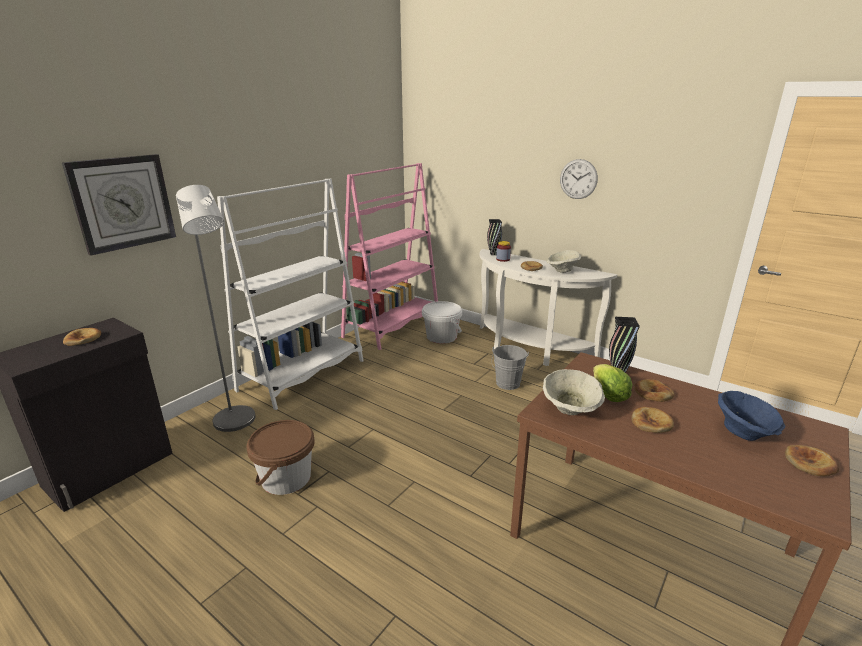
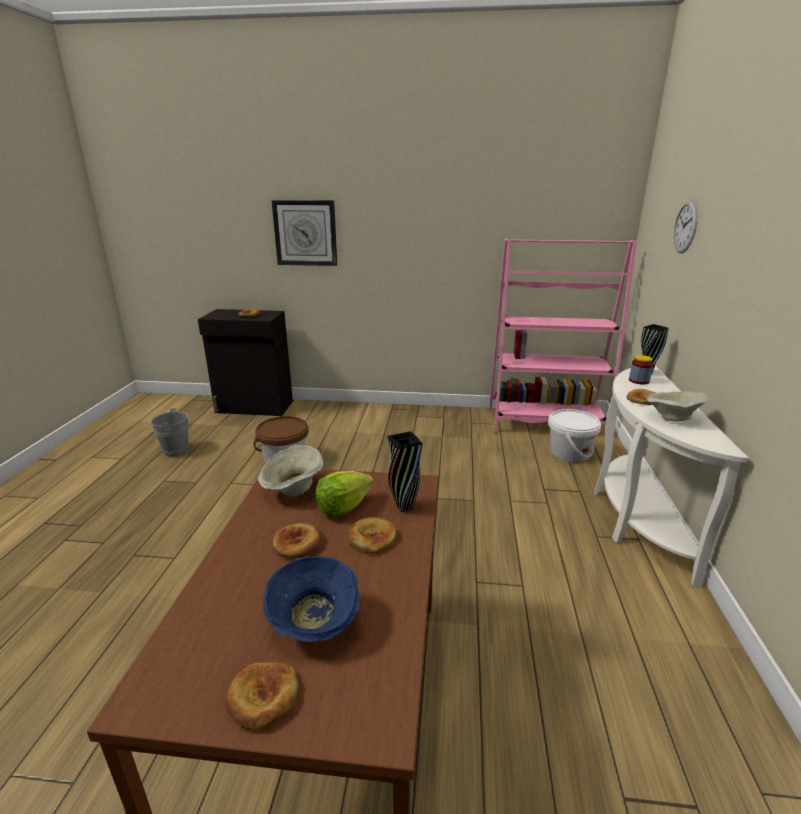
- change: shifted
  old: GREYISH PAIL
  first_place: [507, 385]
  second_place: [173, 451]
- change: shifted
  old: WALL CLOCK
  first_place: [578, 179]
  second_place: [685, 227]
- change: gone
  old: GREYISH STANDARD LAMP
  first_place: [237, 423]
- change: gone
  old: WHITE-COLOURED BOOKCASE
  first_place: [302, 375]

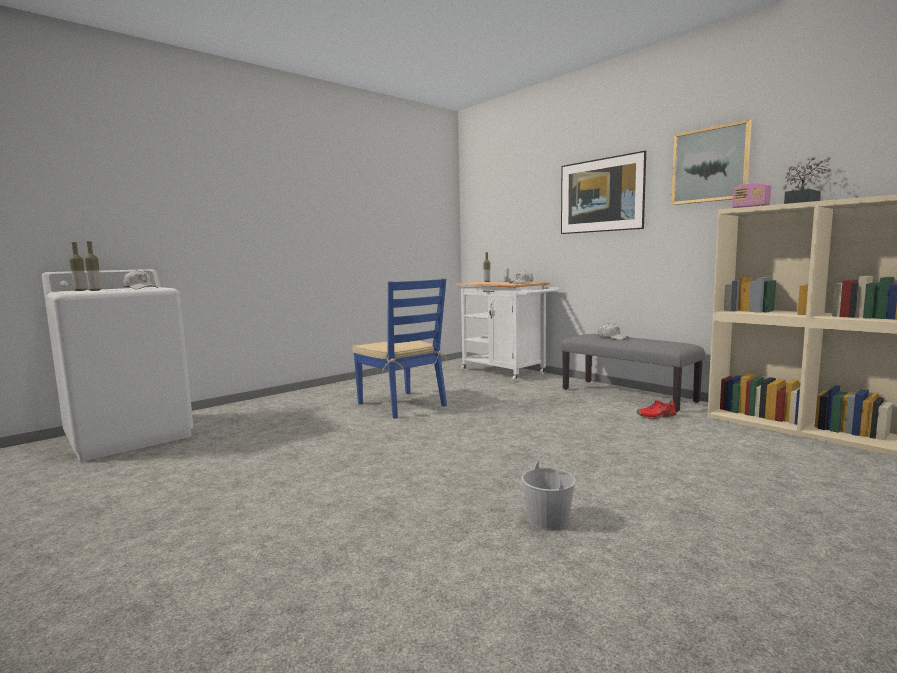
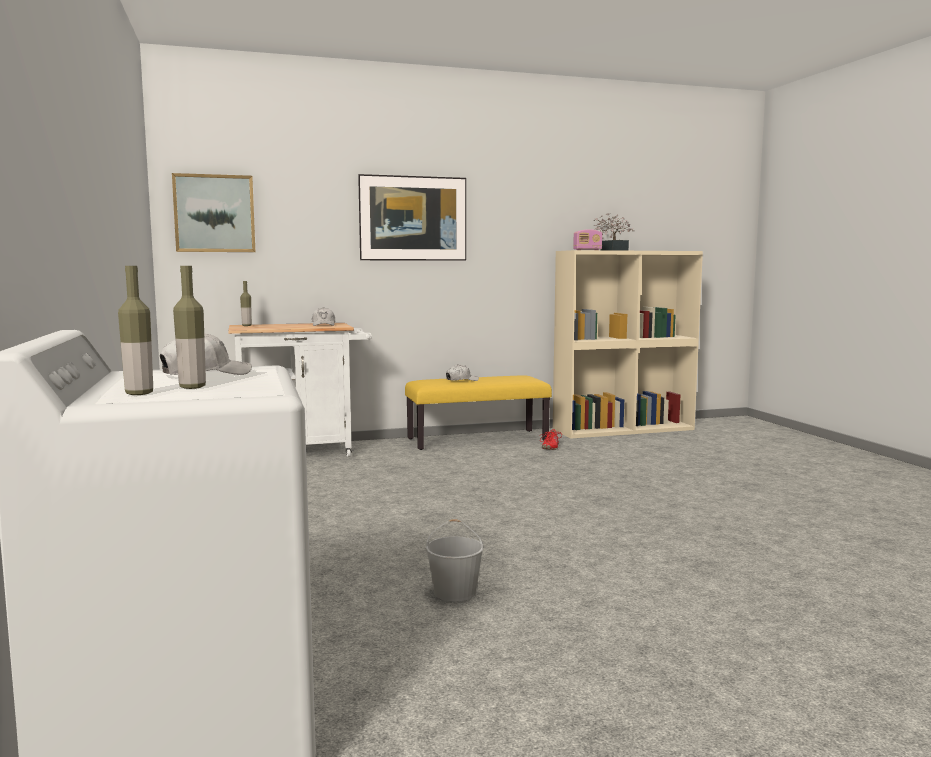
- change: shifted
  old: WALL PICTURE
  first_place: [710, 165]
  second_place: [214, 213]
- change: repainted
  old: GREYISH INDOOR BENCH
  new: YELLOW INDOOR BENCH
  first_place: [628, 395]
  second_place: [477, 439]
- change: shifted
  old: WHITE-COLOURED PAIL
  first_place: [548, 520]
  second_place: [455, 591]
- change: gone
  old: BLUE-COLOURED UPRIGHT CHAIR
  first_place: [402, 404]

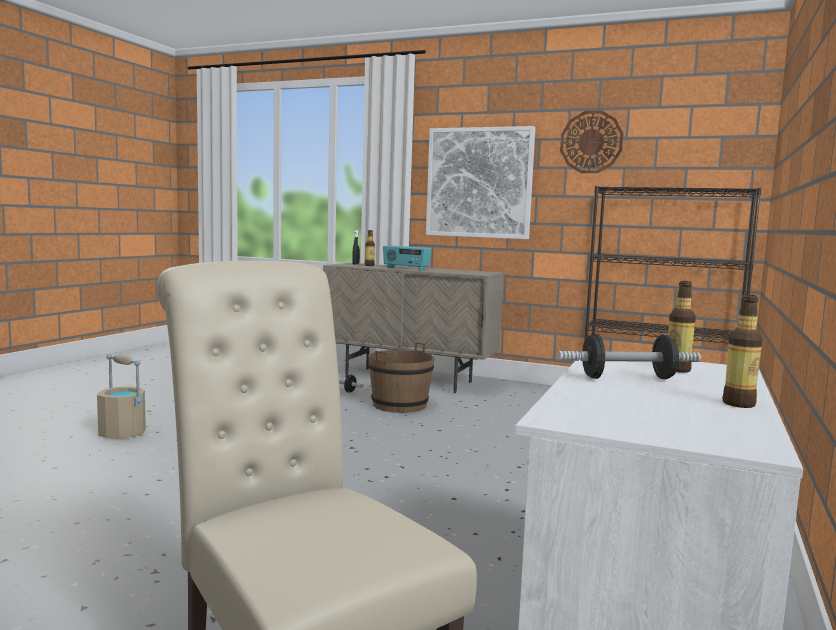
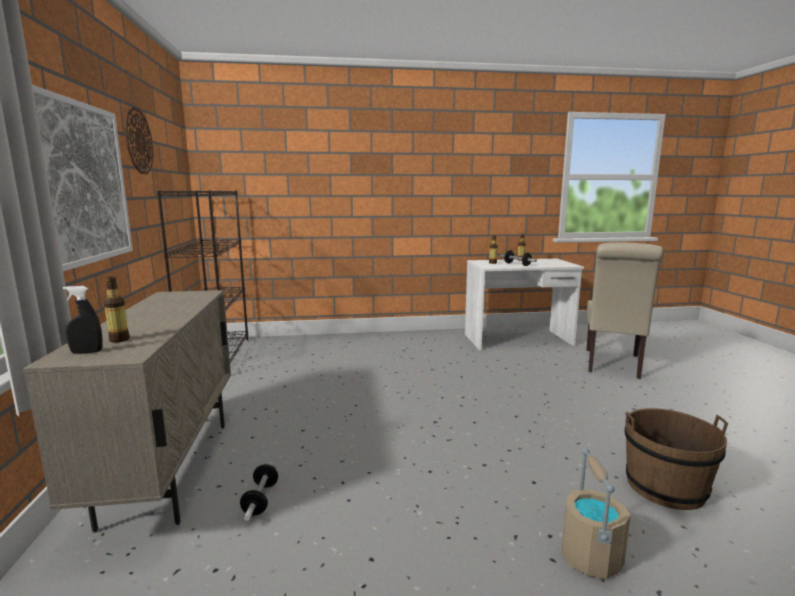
- change: shifted
  old: BROWN PAIL
  first_place: [399, 405]
  second_place: [665, 487]
- change: gone
  old: RADIO RECEIVER
  first_place: [405, 269]

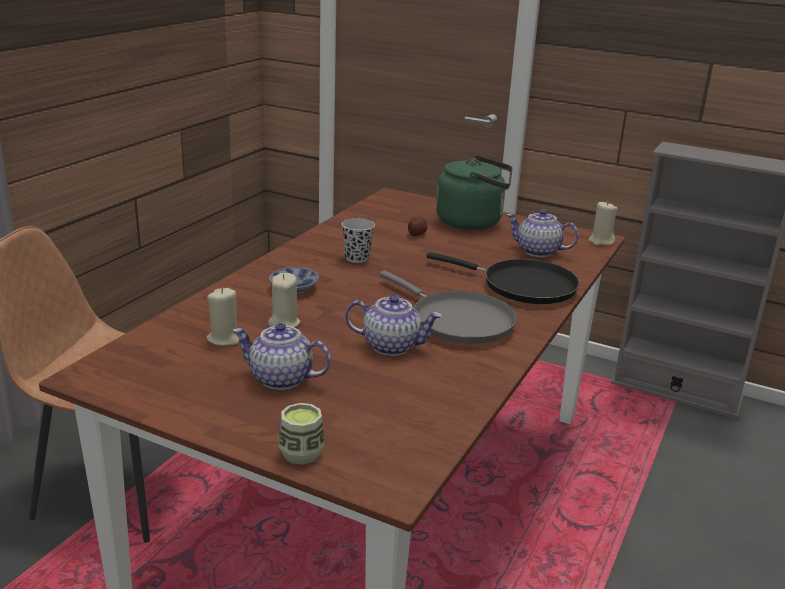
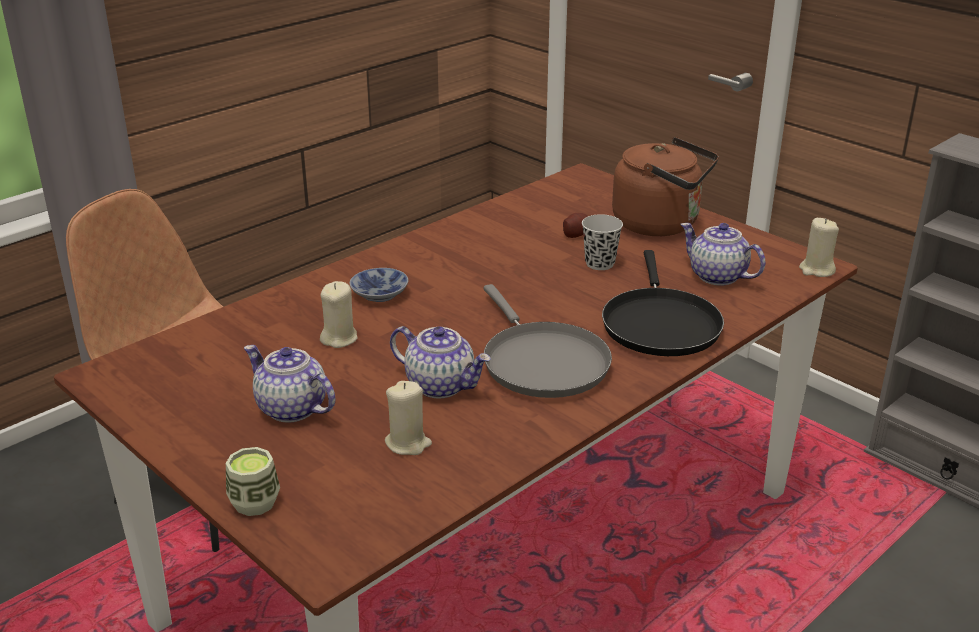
- change: shifted
  old: BEIGE WAX CANDLE
  first_place: [225, 339]
  second_place: [408, 443]
- change: shifted
  old: BLACKISH CUP
  first_place: [357, 258]
  second_place: [599, 263]
- change: rotated
  old: BLACKISH SKILLET
  first_place: [522, 286]
  second_place: [659, 324]
  degrees: 45
- change: repainted
  old: GREEN TEA KETTLE
  new: BROWN TEA KETTLE
  first_place: [473, 222]
  second_place: [661, 224]

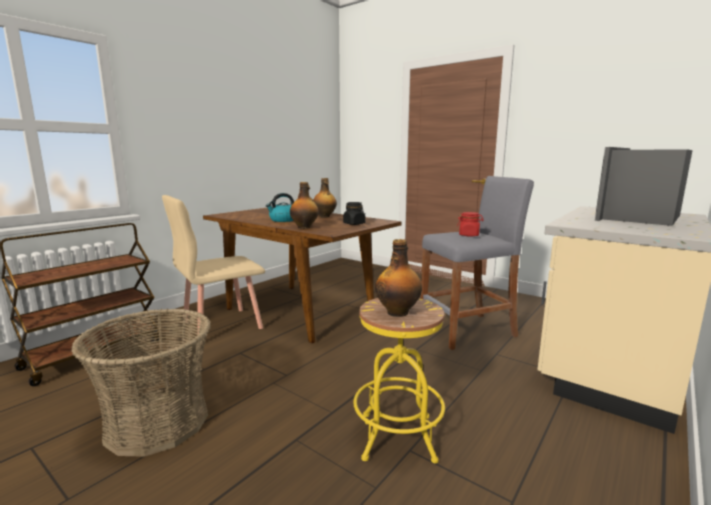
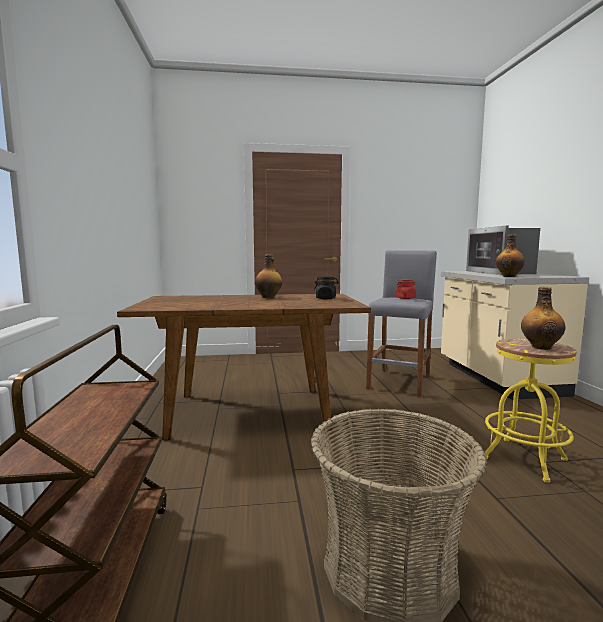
- change: shifted
  old: BEVERAGE BOTTLE
  first_place: [304, 227]
  second_place: [509, 276]
- change: gone
  old: BEIGE UPRIGHT CHAIR
  first_place: [221, 325]
- change: gone
  old: TEA KETTLE
  first_place: [283, 220]

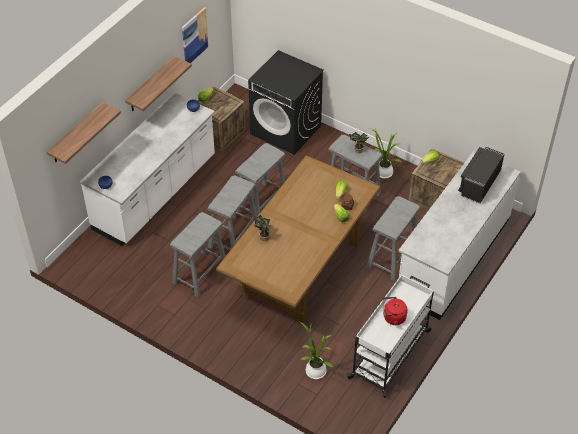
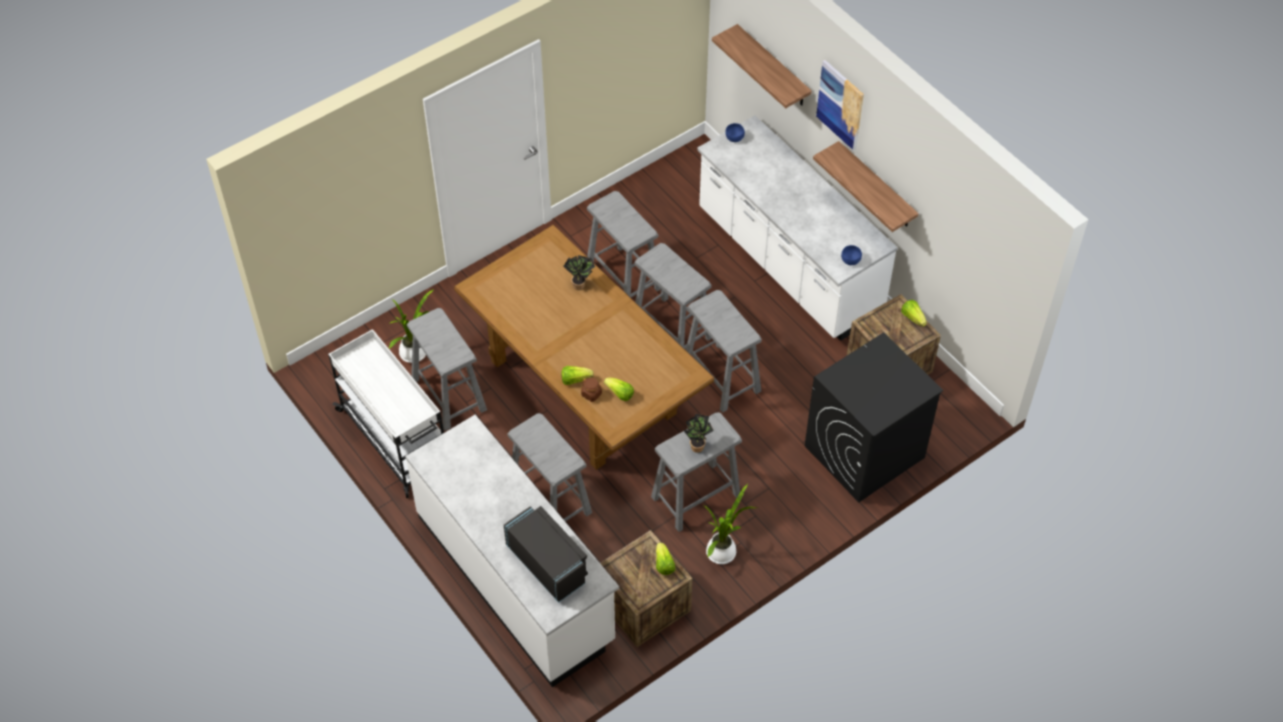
- change: new
  new: GREYISH SITTING STOOL
  second_place: [448, 394]
- change: shifted
  old: WALL PICTURE
  first_place: [194, 36]
  second_place: [840, 104]
- change: gone
  old: RED-COLOURED TEA KETTLE
  first_place: [393, 318]

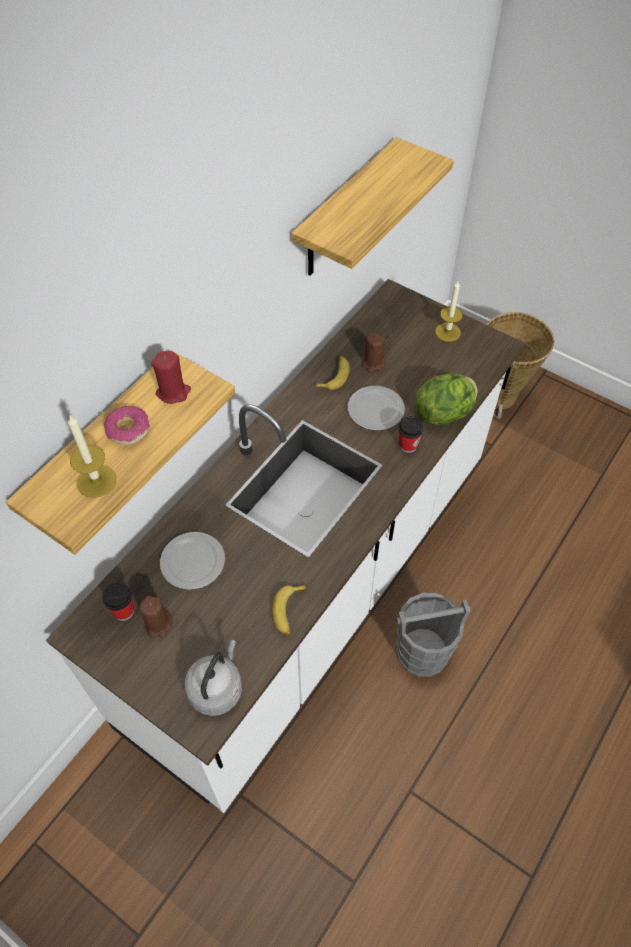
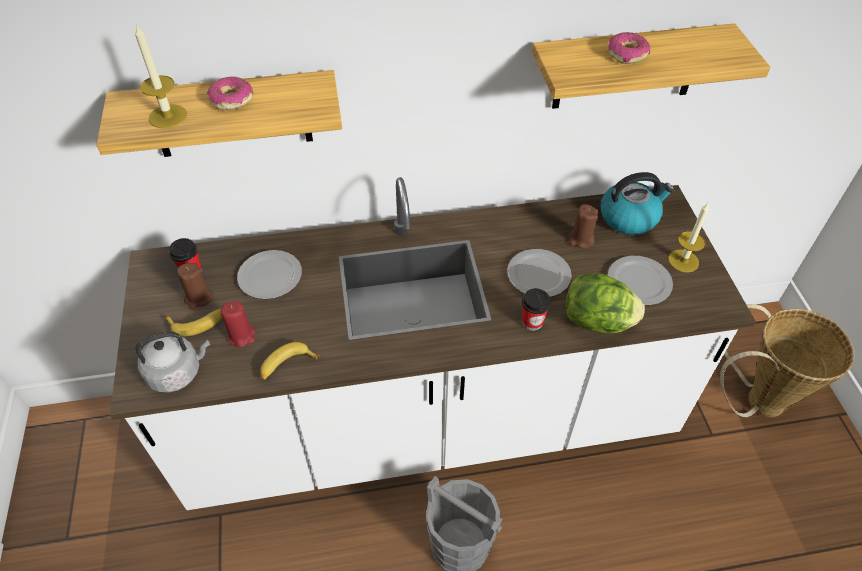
- change: shifted
  old: WHOLE BANANA
  first_place: [334, 376]
  second_place: [198, 323]
- change: shifted
  old: RED-COLOURED WAX CANDLE
  first_place: [173, 392]
  second_place: [241, 335]
- change: new
  new: TEA KETTLE
  second_place: [629, 217]
- change: new
  new: PLATE
  second_place: [637, 282]
- change: new
  new: RING DOUGHNUT
  second_place: [627, 54]

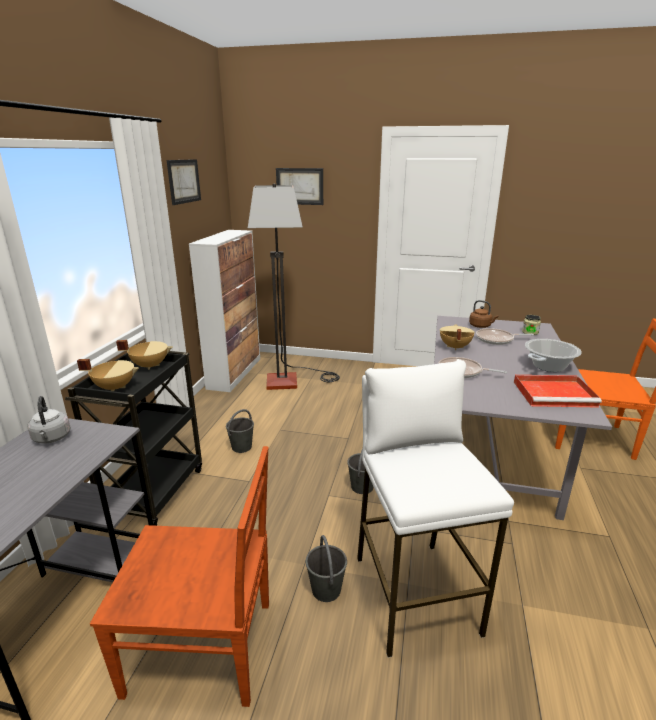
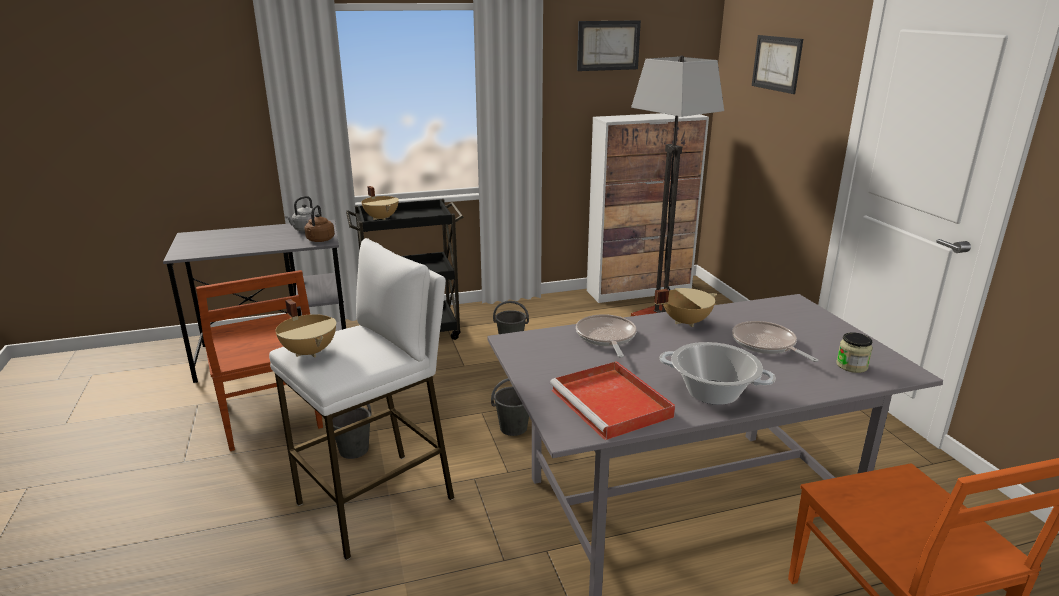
- change: shifted
  old: BEIGE SAUCEPOT
  first_place: [150, 365]
  second_place: [310, 351]
- change: shifted
  old: BROWN TEA KETTLE
  first_place: [481, 326]
  second_place: [320, 240]

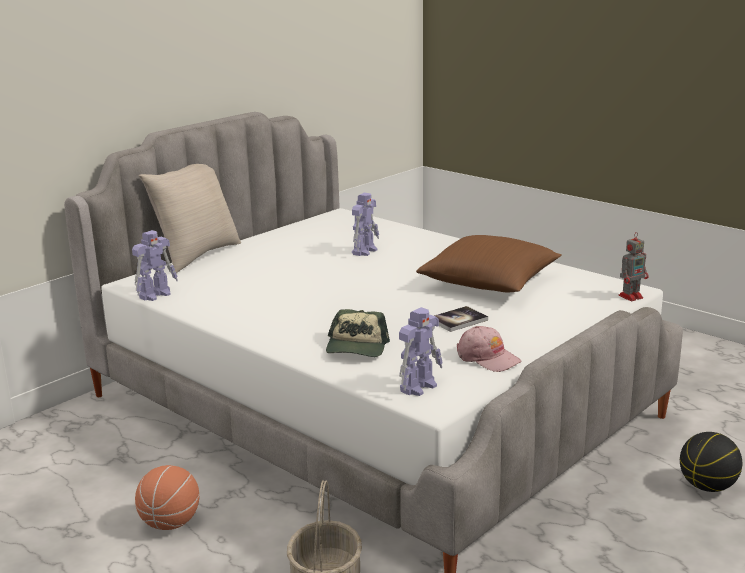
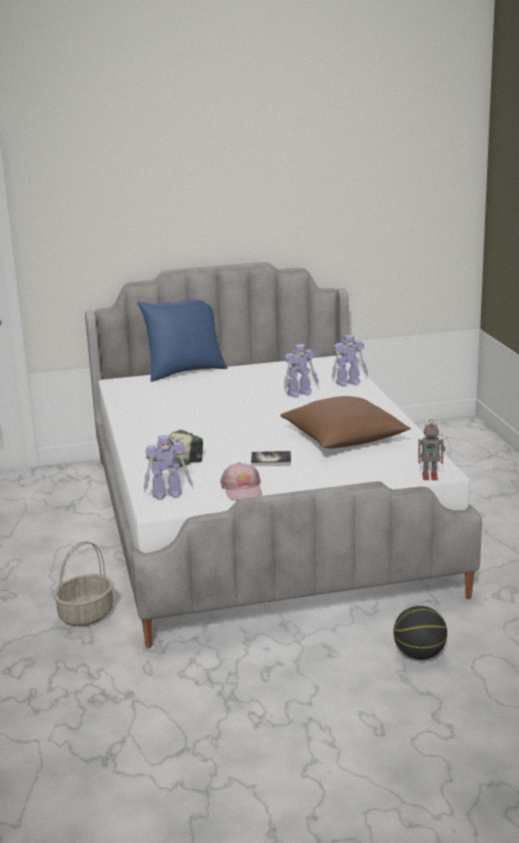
- change: repainted
  old: BEIGE CUSHION
  new: BLUE-COLOURED CUSHION
  first_place: [196, 255]
  second_place: [185, 371]
- change: shifted
  old: TOY ROBOT
  first_place: [156, 295]
  second_place: [349, 383]
- change: gone
  old: BALL FOR BASKETBALL
  first_place: [170, 523]

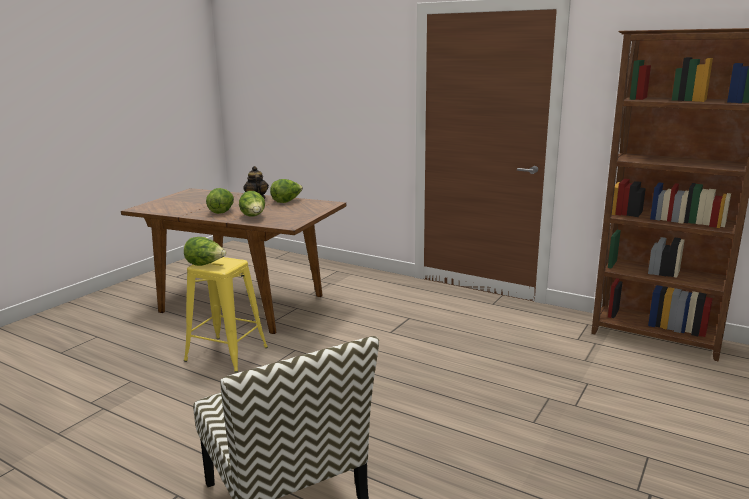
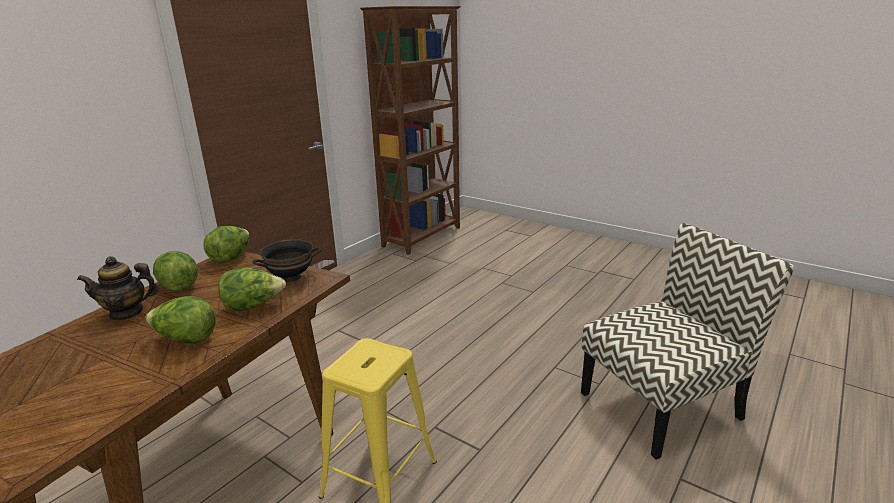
- change: shifted
  old: HEAD OF LETTUCE
  first_place: [205, 265]
  second_place: [231, 258]
- change: new
  new: BLACKISH DEEP DISH
  second_place: [291, 277]

